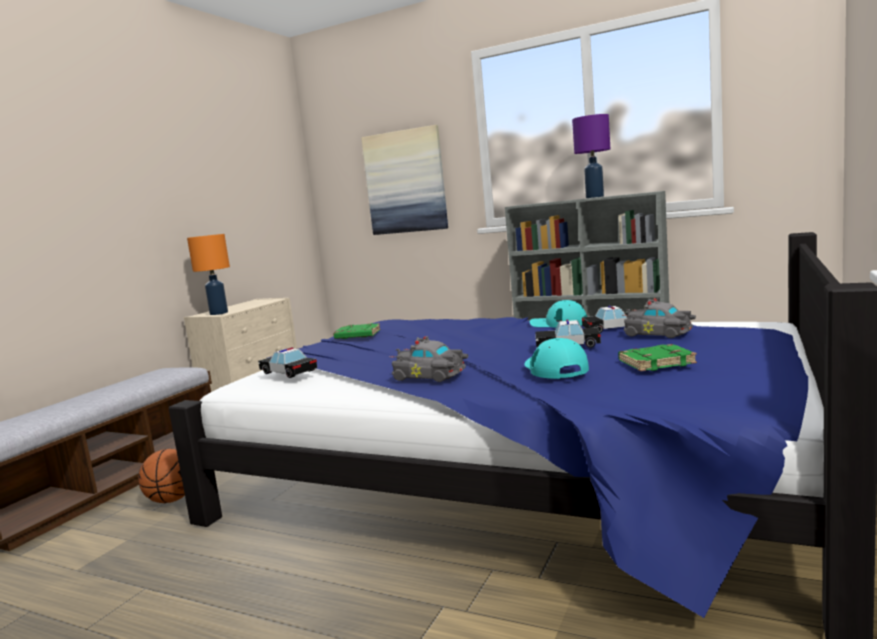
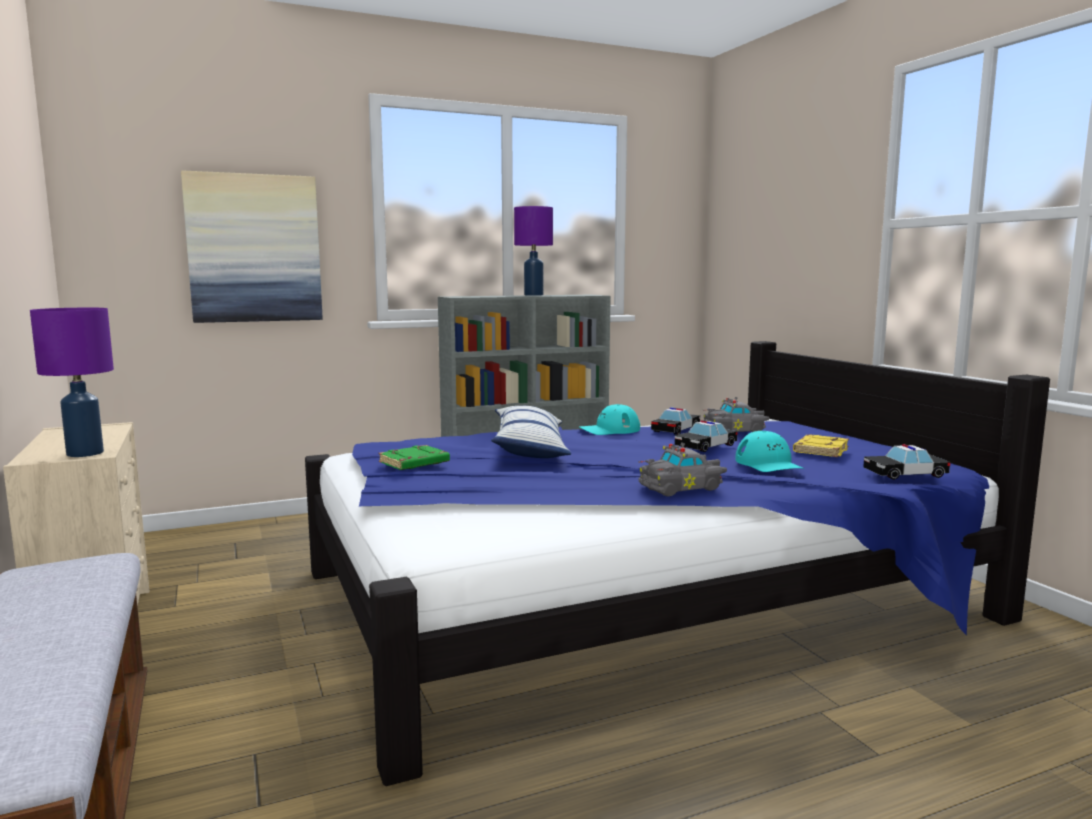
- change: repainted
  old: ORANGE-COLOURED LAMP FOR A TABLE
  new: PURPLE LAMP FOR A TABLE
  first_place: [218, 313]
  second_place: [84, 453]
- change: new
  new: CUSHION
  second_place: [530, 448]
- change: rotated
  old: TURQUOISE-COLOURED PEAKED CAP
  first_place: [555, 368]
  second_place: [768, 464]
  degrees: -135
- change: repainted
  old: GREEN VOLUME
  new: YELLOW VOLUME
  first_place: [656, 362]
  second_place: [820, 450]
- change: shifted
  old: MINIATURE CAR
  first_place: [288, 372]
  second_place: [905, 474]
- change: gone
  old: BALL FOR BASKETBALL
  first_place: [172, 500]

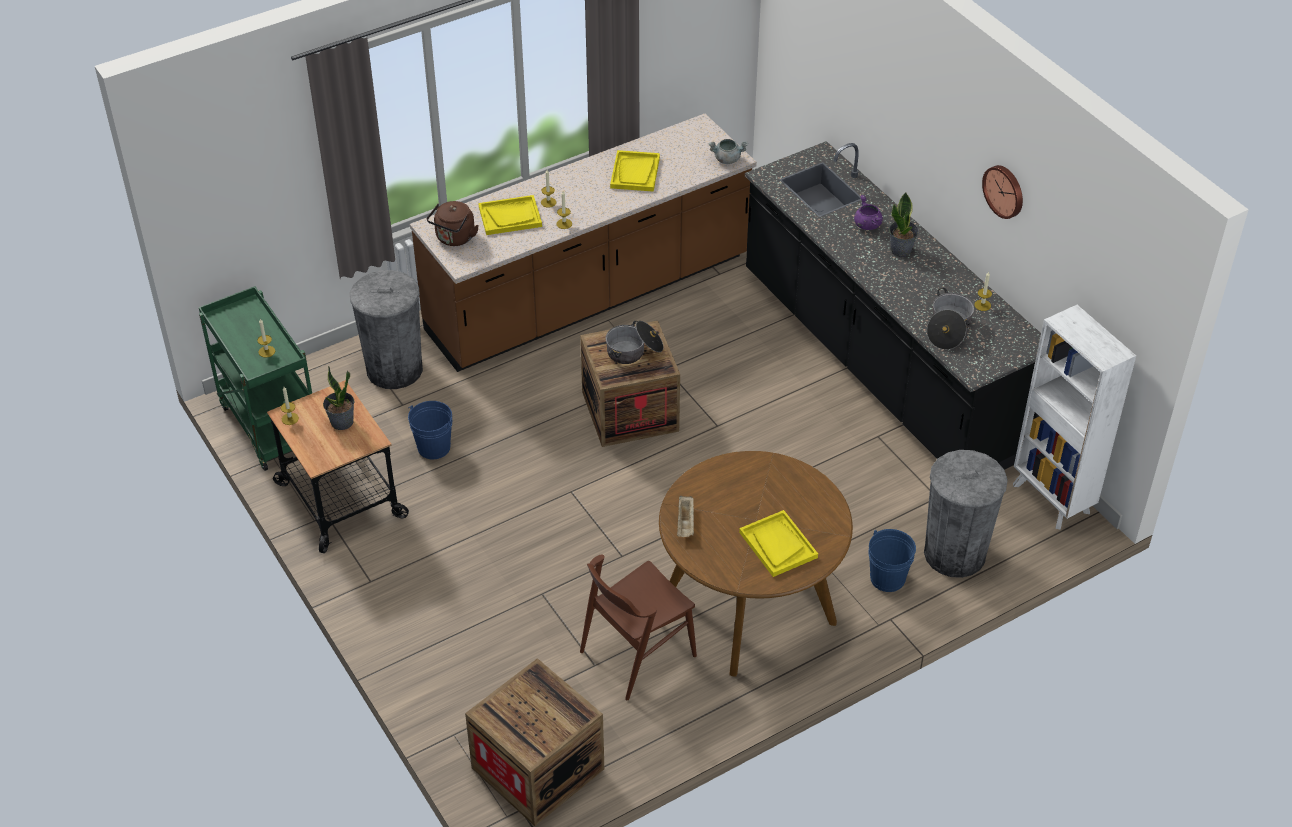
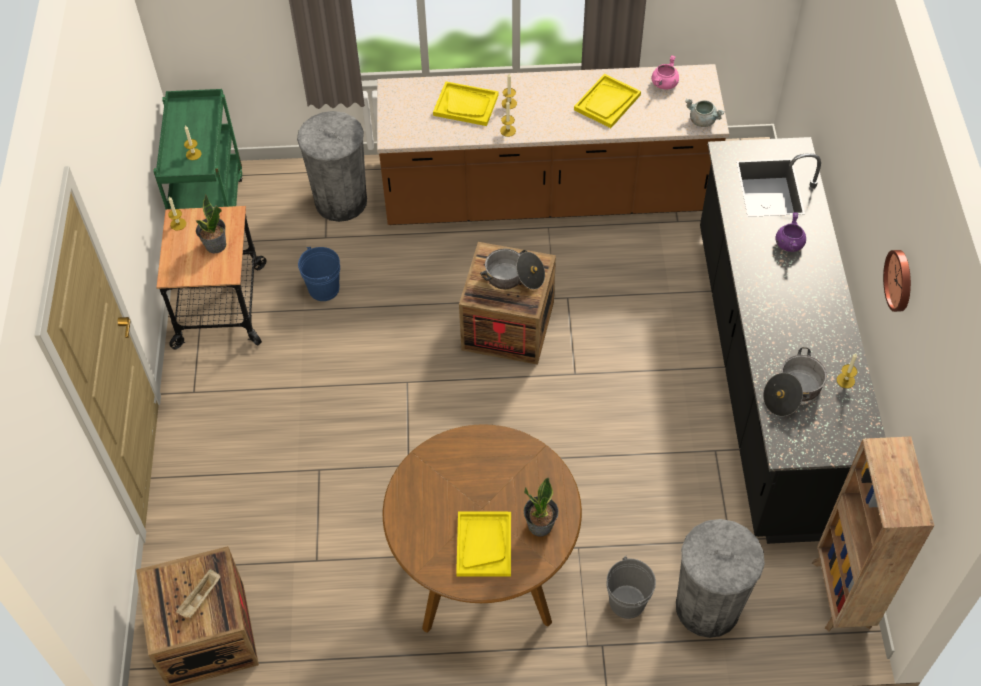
- change: shifted
  old: BEIGE SERVING TRAY
  first_place: [685, 523]
  second_place: [200, 598]
- change: shifted
  old: PLANT IN A POT
  first_place: [901, 250]
  second_place: [540, 525]
- change: repainted
  old: BLUE-COLOURED PAIL
  new: GREYISH PAIL
  first_place: [887, 578]
  second_place: [627, 602]
- change: new
  new: PINKISH SAUCEPOT
  second_place: [664, 84]
- change: repainted
  old: WHITE-COLOURED BOOKCASE
  new: BROWN BOOKCASE
  first_place: [1052, 500]
  second_place: [841, 596]
- change: gone
  old: BROWN TEA KETTLE
  first_place: [454, 238]
- change: gone
  old: BROWN UPRIGHT CHAIR
  first_place: [637, 653]

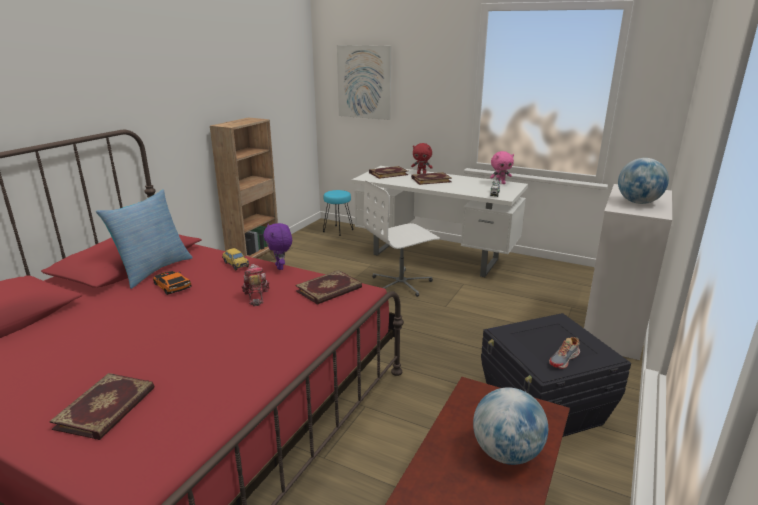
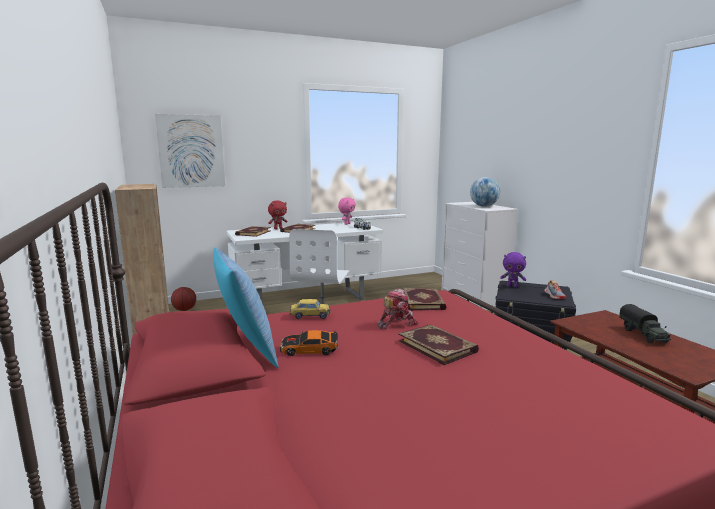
- change: swapped
  old: TURQUOISE-COLOURED SITTING STOOL
  new: BALL FOR BASKETBALL
  first_place: [338, 230]
  second_place: [184, 310]
- change: rotated
  old: TOY ROBOT
  first_place: [256, 296]
  second_place: [396, 323]
  degrees: 120
- change: shifted
  old: VOLUME
  first_place: [107, 408]
  second_place: [437, 346]
- change: shifted
  old: PURPLE SOFT TOY
  first_place: [280, 267]
  second_place: [512, 286]
- change: swapped
  old: GLOBE
  new: MODEL TRUCK
  first_place: [506, 453]
  second_place: [643, 335]

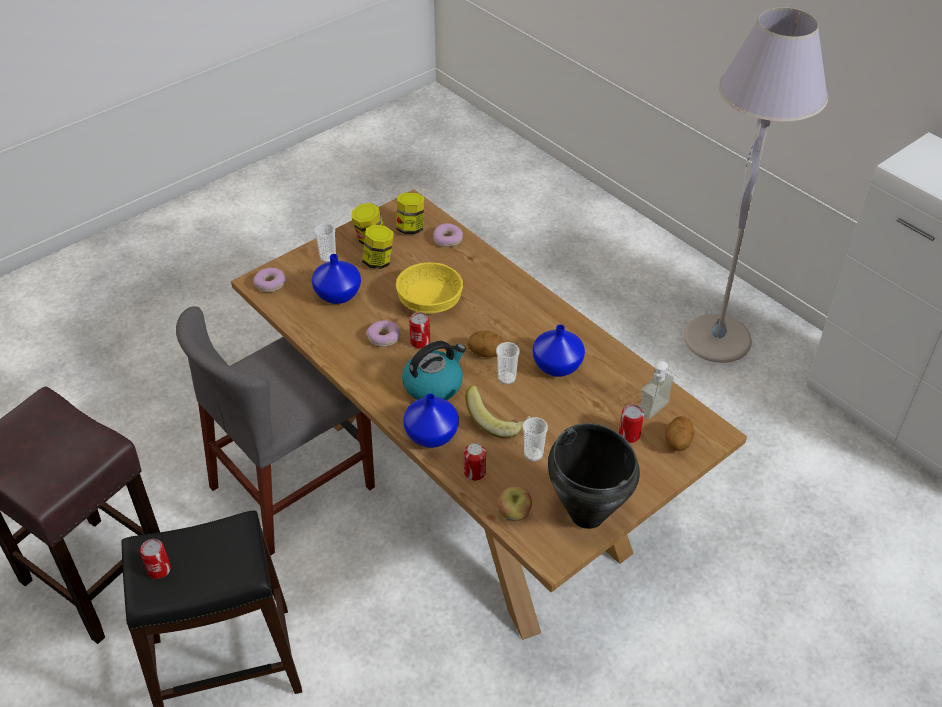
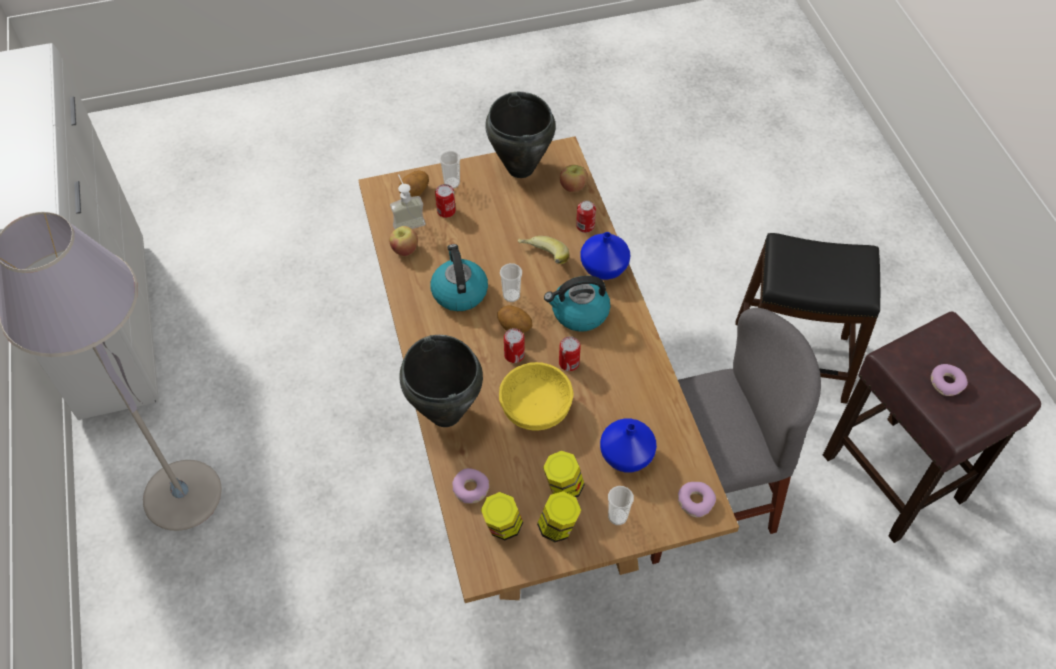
- change: new
  new: APPLE
  second_place: [404, 249]
- change: new
  new: BLACKISH SAUCEPOT
  second_place: [445, 414]
- change: swapped
  old: BLUE-COLOURED FLOWER VASE
  new: TEA KETTLE
  first_place: [557, 365]
  second_place: [459, 291]
- change: shifted
  old: CUP
  first_place: [533, 454]
  second_place: [452, 183]
- change: shifted
  old: CAN
  first_place: [159, 569]
  second_place: [514, 355]
- change: shifted
  old: RING DOUGHNUT
  first_place: [384, 338]
  second_place: [946, 383]

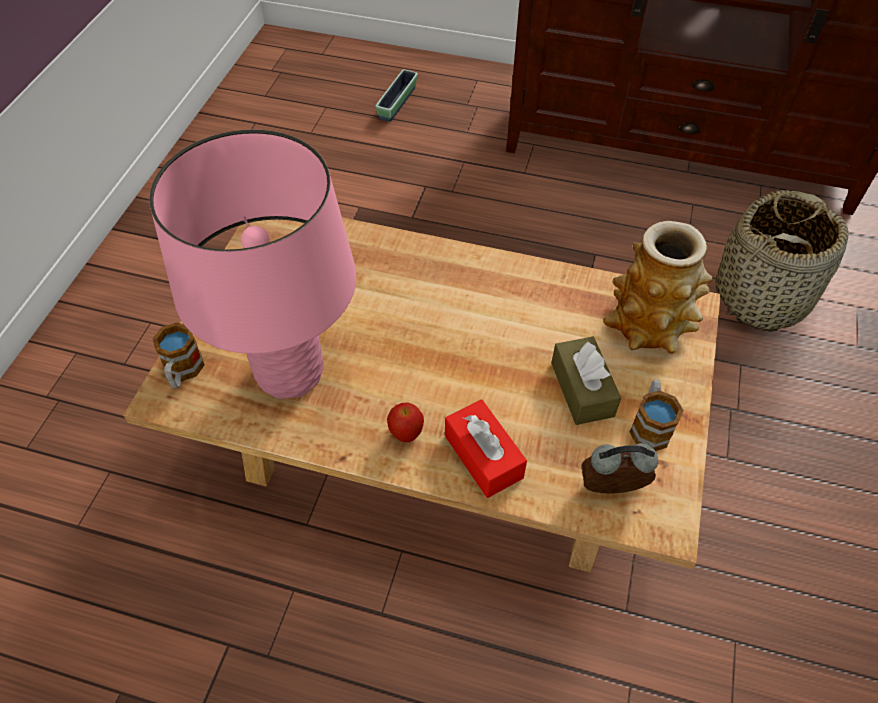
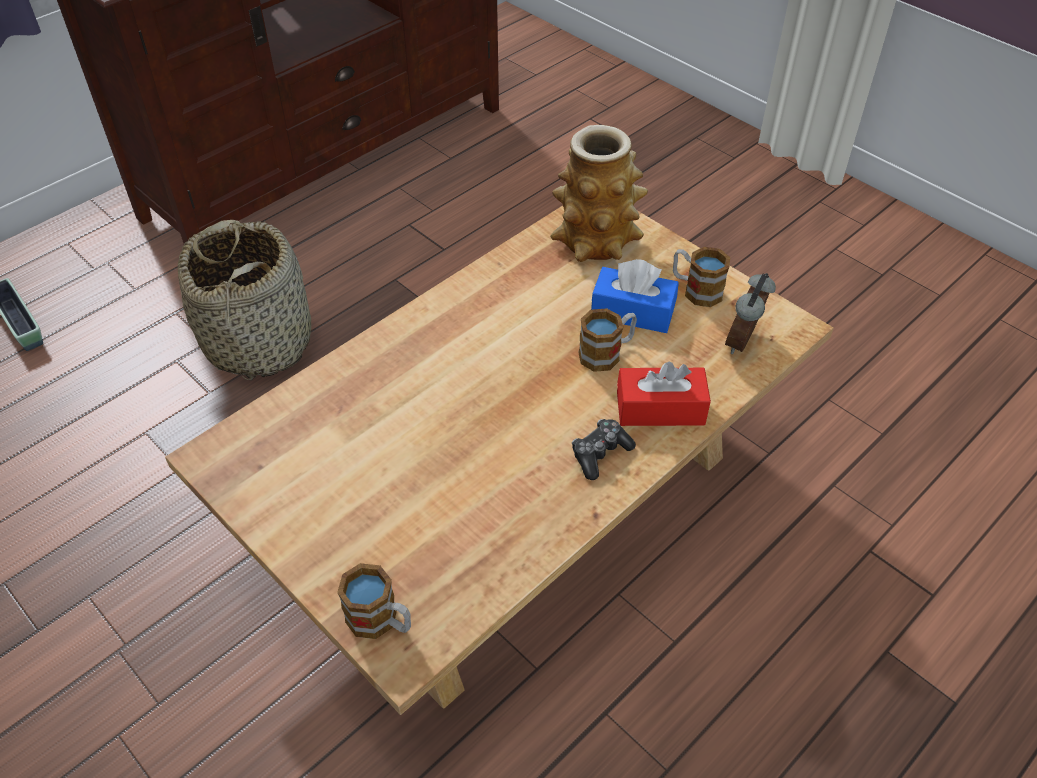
- change: shifted
  old: HOUSEHOLD BASKET
  first_place: [761, 296]
  second_place: [259, 341]
- change: swapped
  old: APPLE
  new: GAMEPAD
  first_place: [406, 434]
  second_place: [600, 453]
- change: new
  new: TEA MUG
  second_place: [607, 353]
- change: repainted
  old: BROWN TISSUE HOLDER
  new: BLUE-COLOURED TISSUE HOLDER
  first_place: [582, 389]
  second_place: [632, 312]
- change: gone
  old: PINKISH LAMP FOR A TABLE
  first_place: [290, 373]

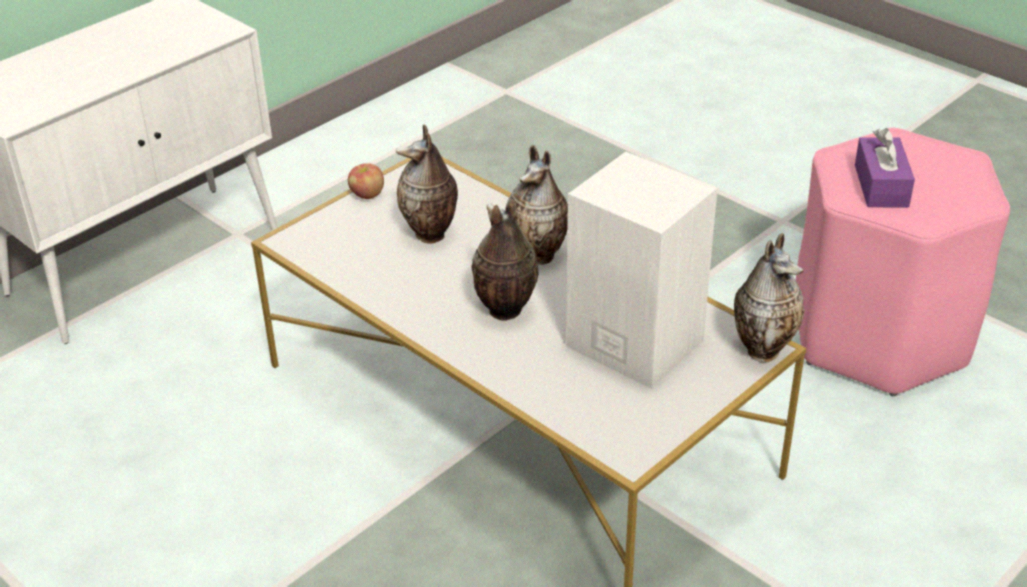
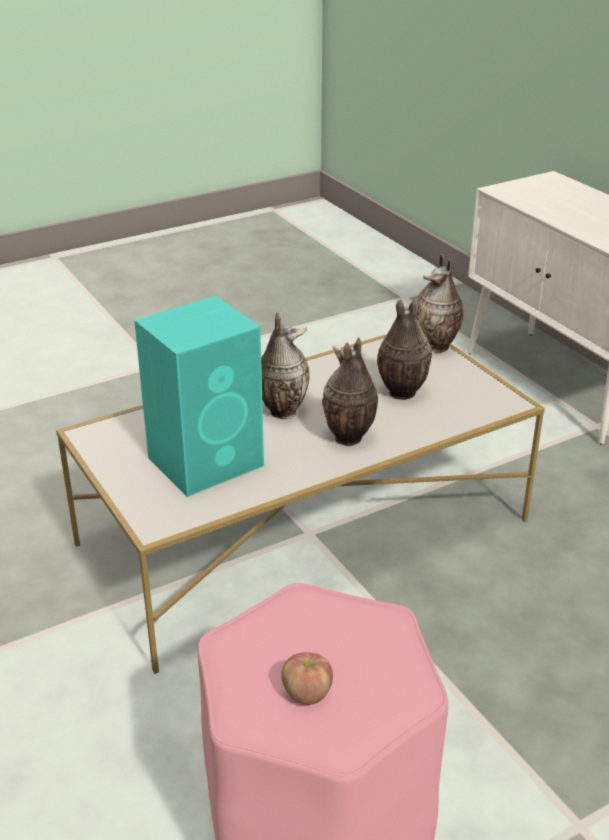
- change: repainted
  old: WHITE-COLOURED LOUDSPEAKER
  new: TURQUOISE-COLOURED LOUDSPEAKER
  first_place: [632, 342]
  second_place: [208, 461]
- change: shifted
  old: APPLE
  first_place: [367, 194]
  second_place: [307, 693]
- change: shifted
  old: FLOWER VASE
  first_place: [763, 349]
  second_place: [437, 347]
- change: gone
  old: PURPLE TISSUE HOLDER
  first_place: [881, 186]

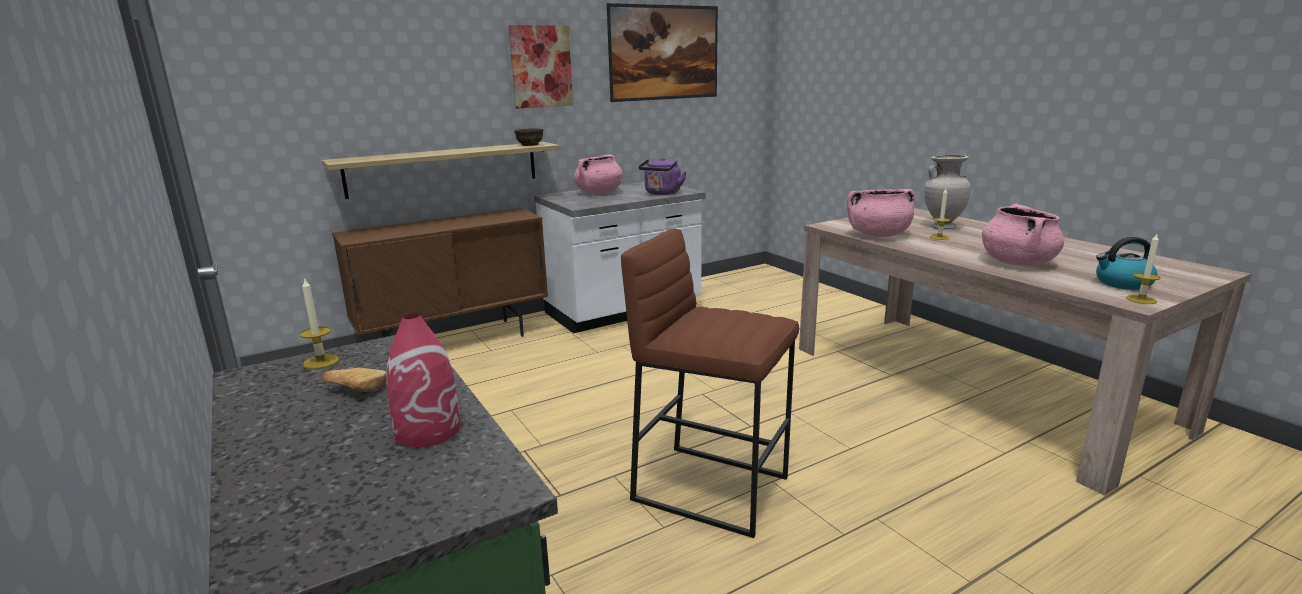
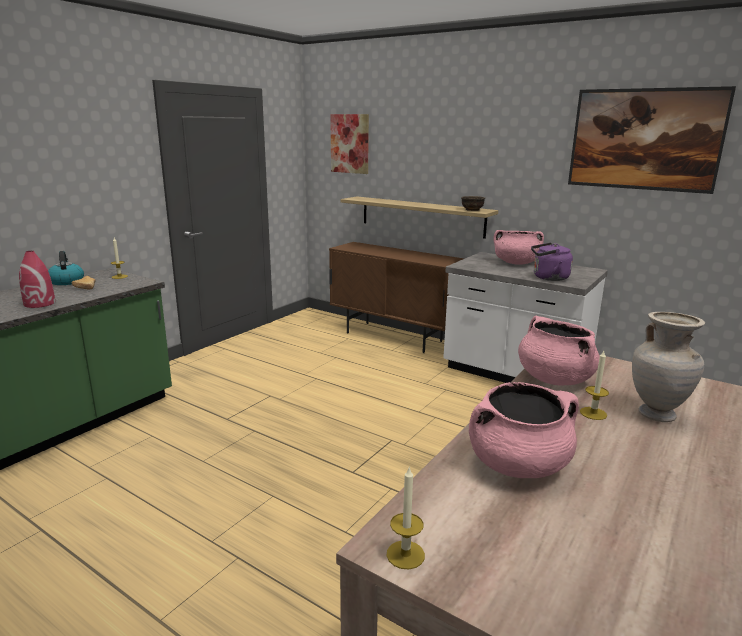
- change: shifted
  old: TEA KETTLE
  first_place: [1122, 283]
  second_place: [66, 281]
- change: shifted
  old: WALL PICTURE
  first_place: [541, 66]
  second_place: [350, 144]
- change: gone
  old: BROWN SITTING STOOL
  first_place: [711, 487]

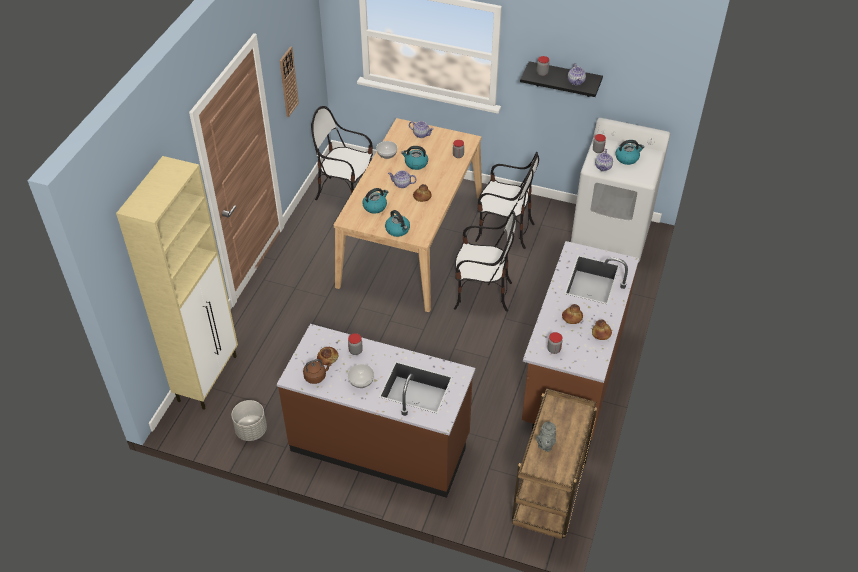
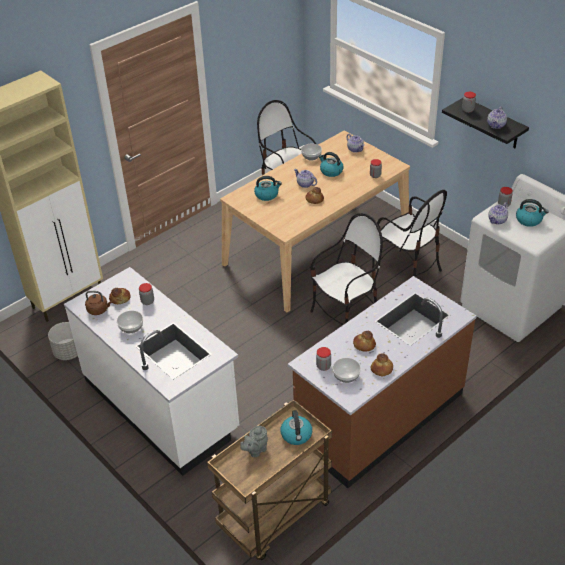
- change: repainted
  old: BROWN COUNTER
  new: WHITE-COLOURED COUNTER
  first_place: [380, 443]
  second_place: [162, 405]
- change: shifted
  old: TEA KETTLE
  first_place: [398, 230]
  second_place: [296, 435]
- change: rotated
  old: UPRIGHT CHAIR
  first_place: [481, 294]
  second_place: [346, 314]
  degrees: -75
- change: new
  new: DEEP DISH
  second_place: [346, 376]
- change: gone
  old: WALL CLOCK
  first_place: [288, 82]

